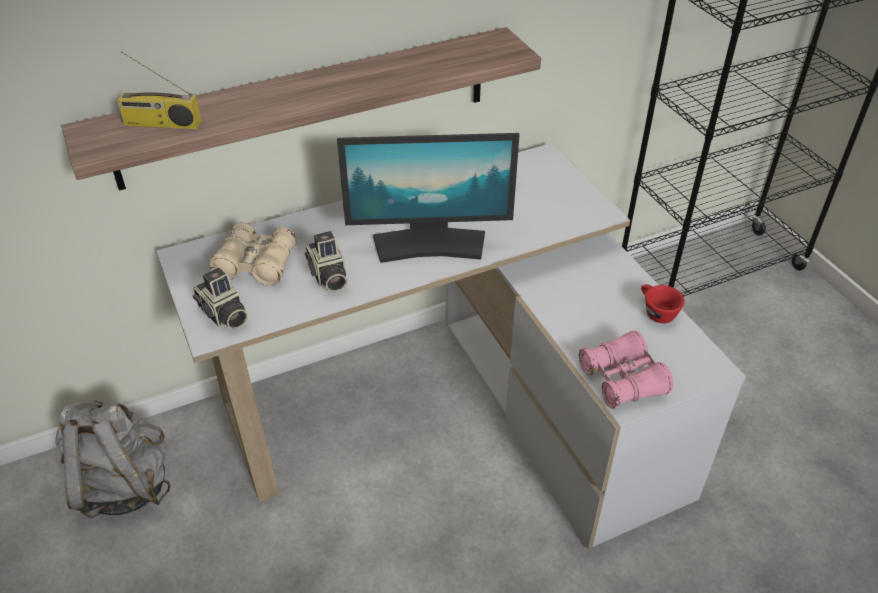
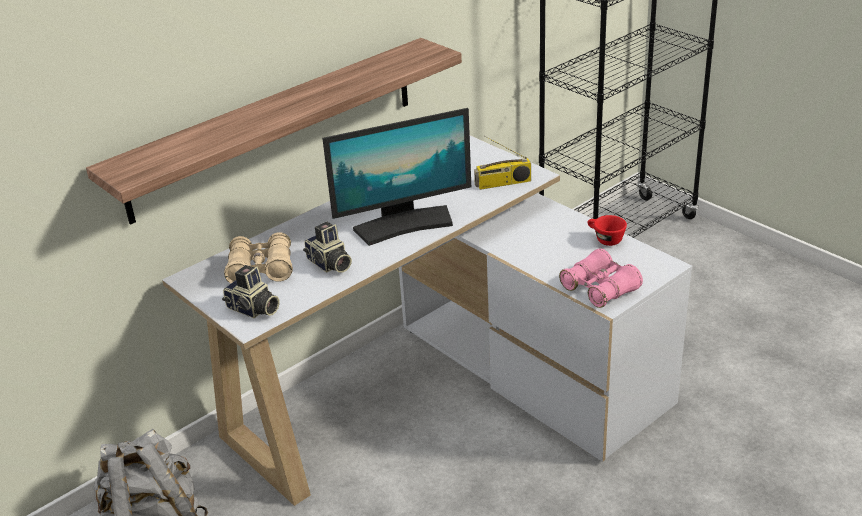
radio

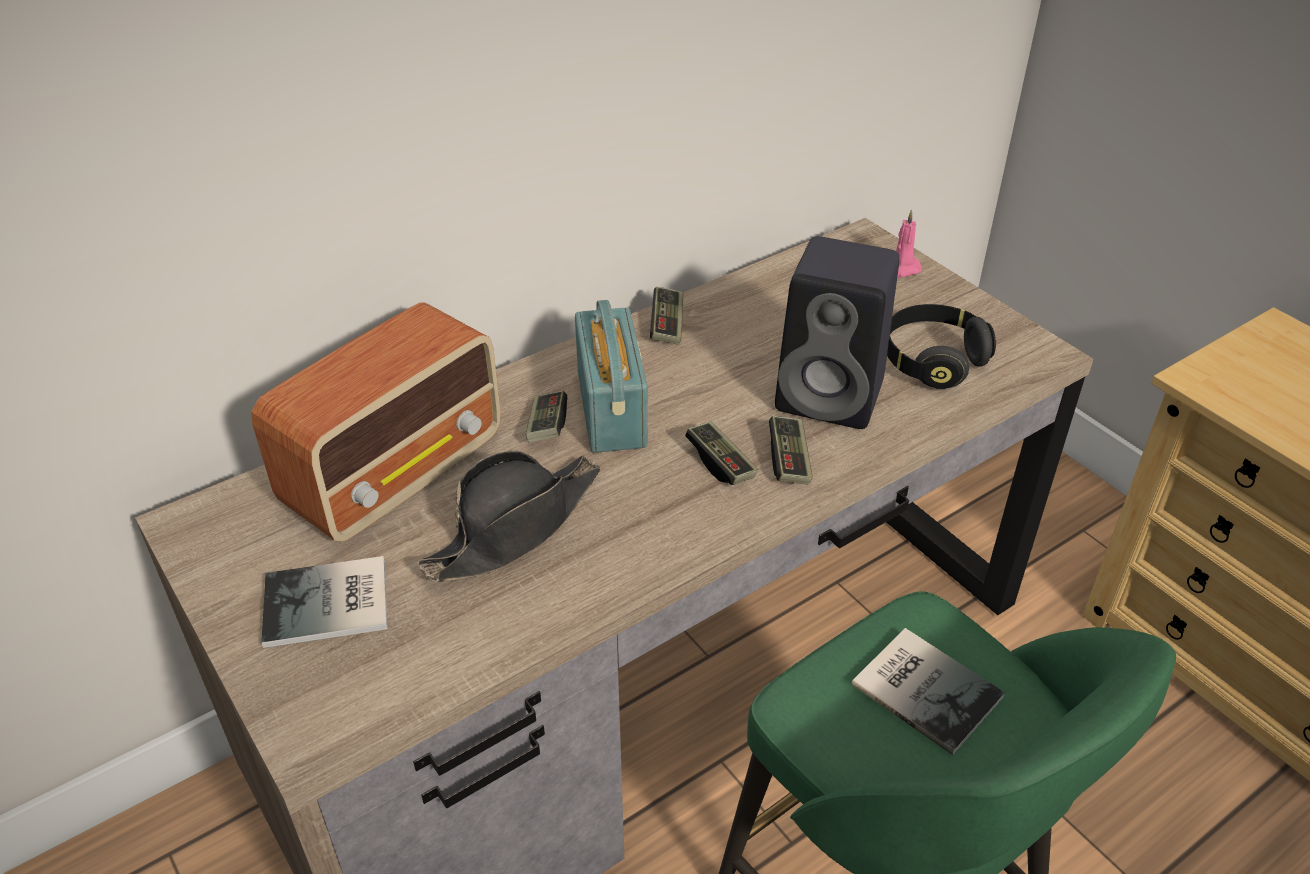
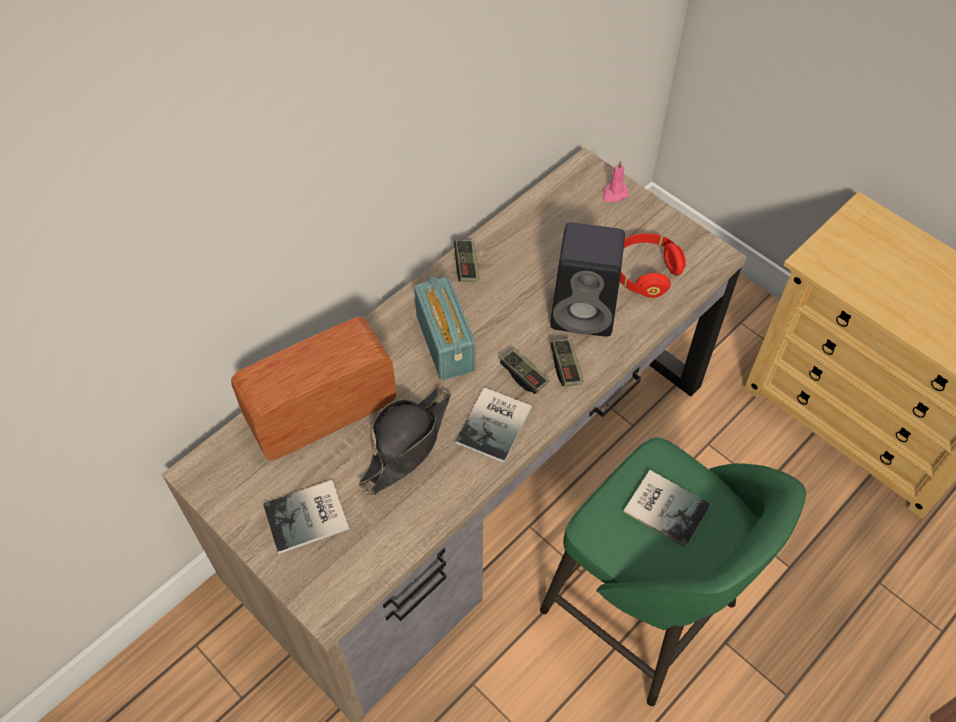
radio (1st from left)
casque audio/rouge
manette (1st from left in the first image)
livre (2nd from left)

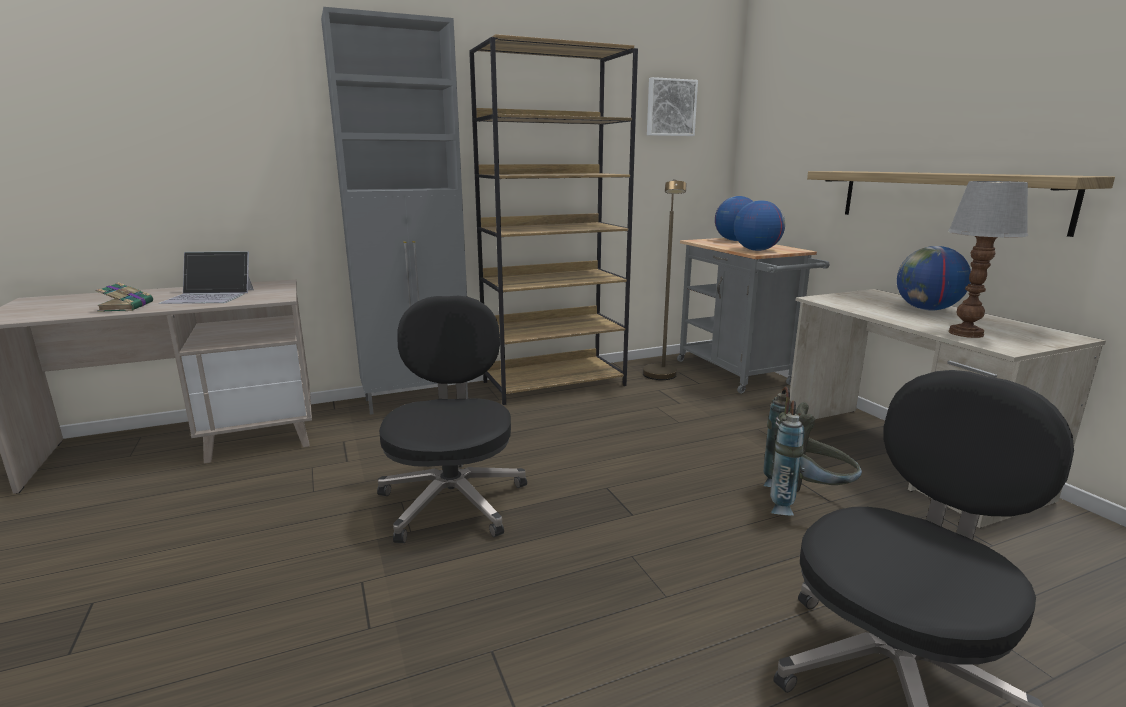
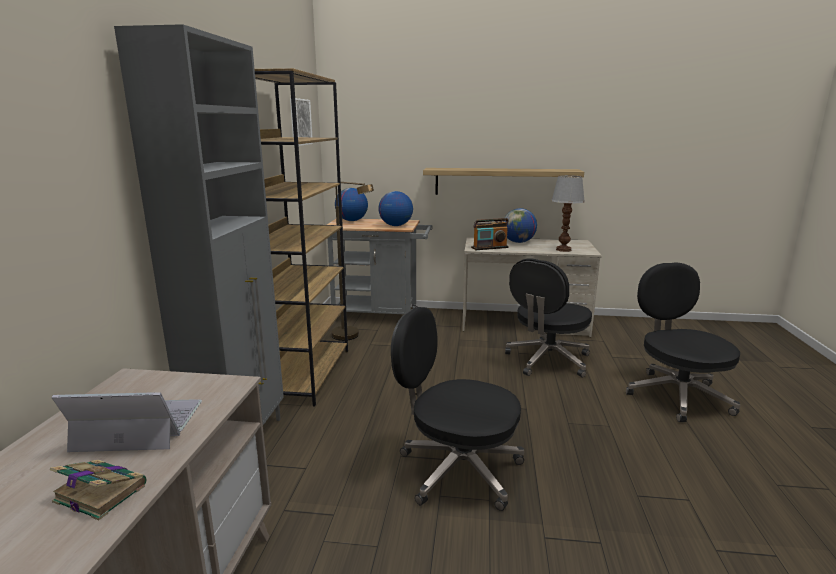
ordinateur portable
chaise de bureau/noir (2nd from left)
radio

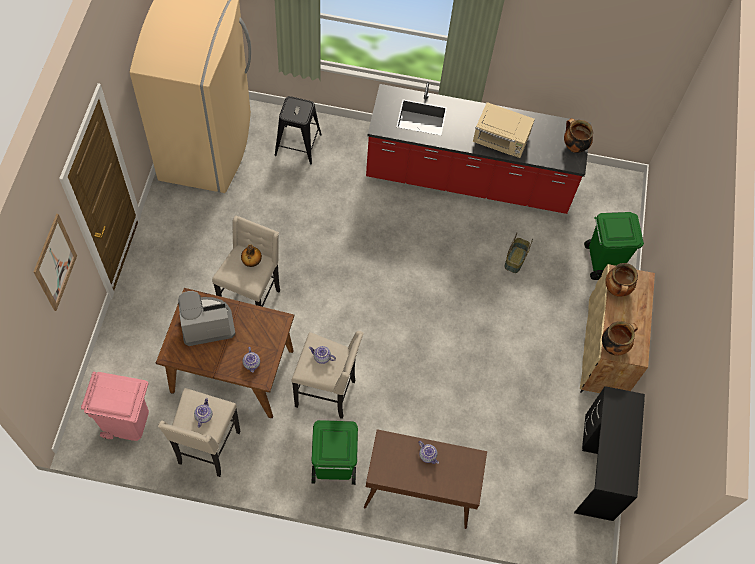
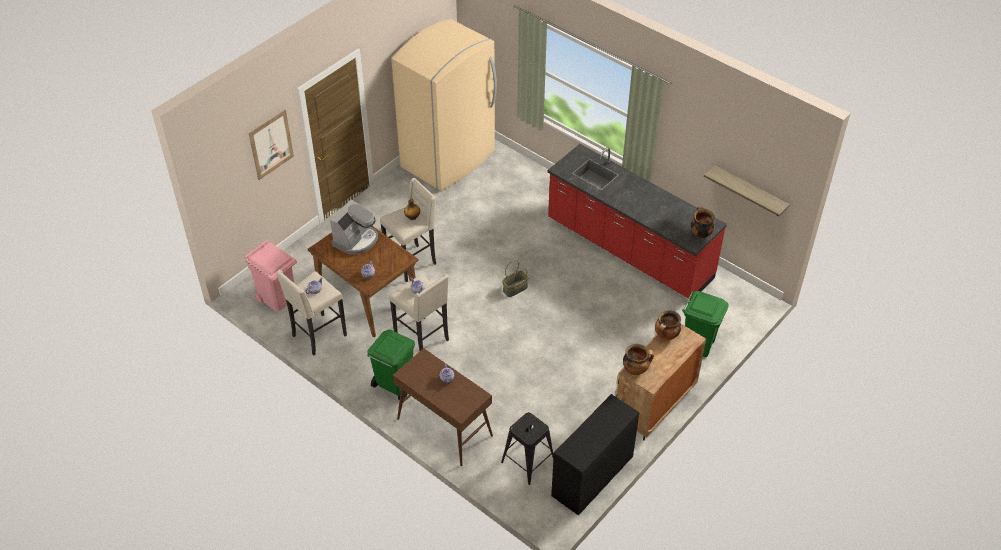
tabouret/noir
micro-ondes/beige
panier
machine à café
étagère

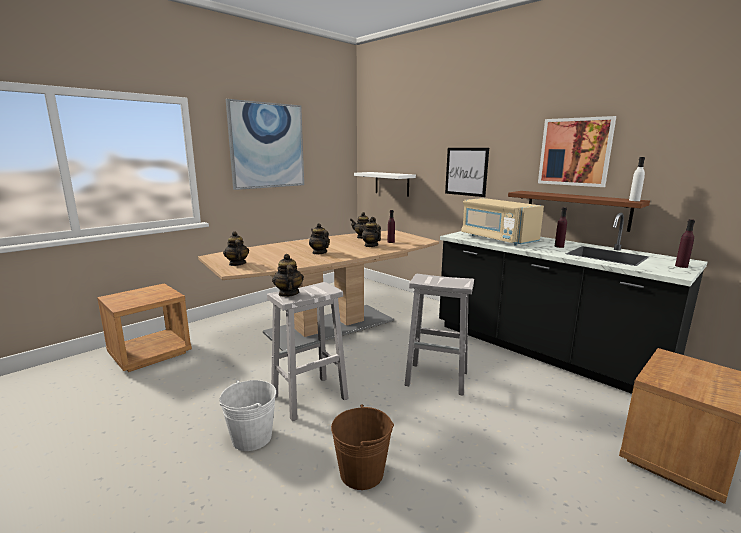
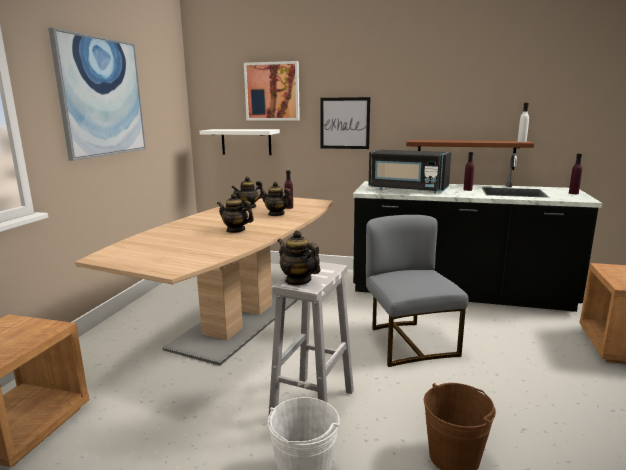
tableau (2nd from left)
micro-ondes/noir
théière (1st from left in the first image)
chaise/gris

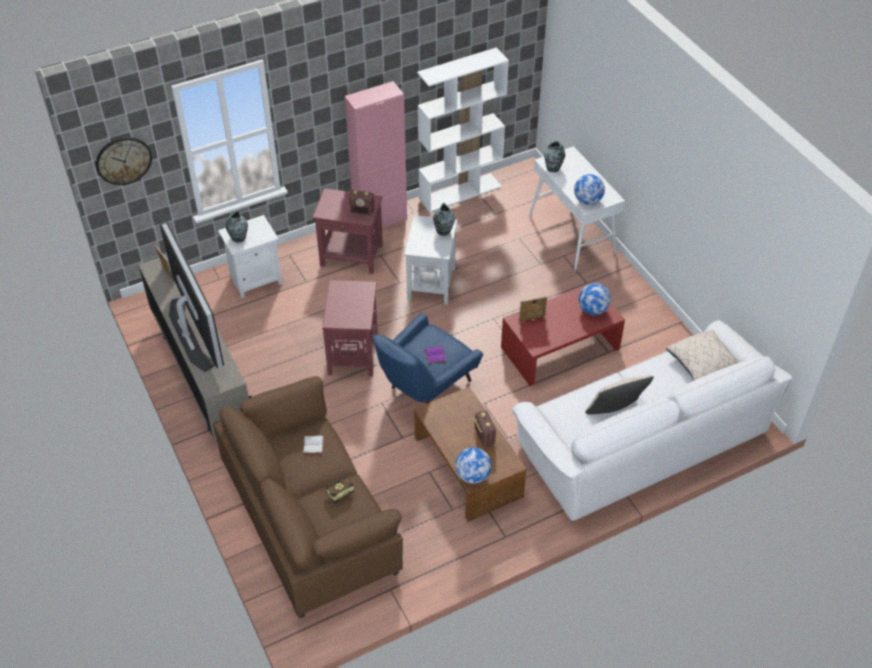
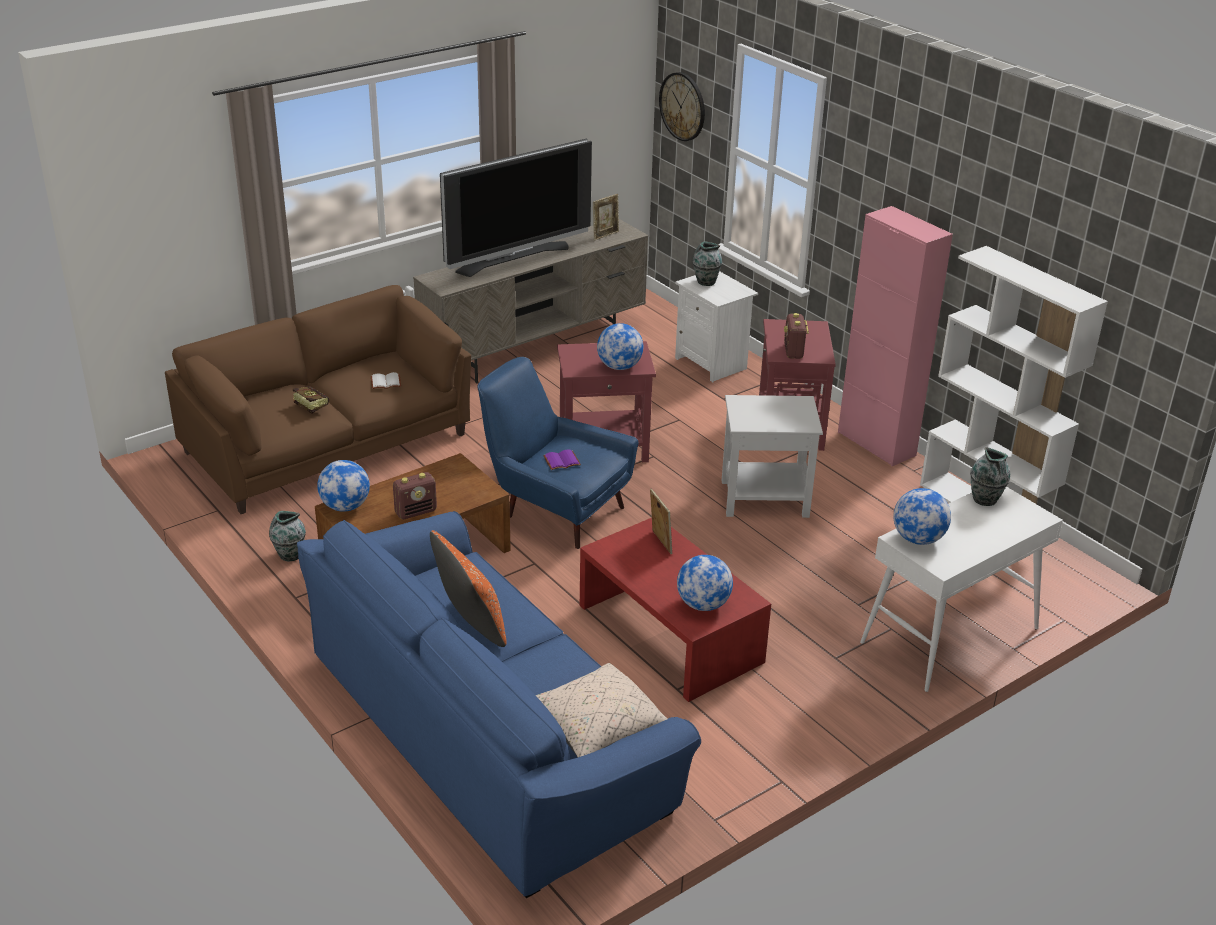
vase (1st from left)
canapé/bleu
coussin/orange
globe (2nd from left)

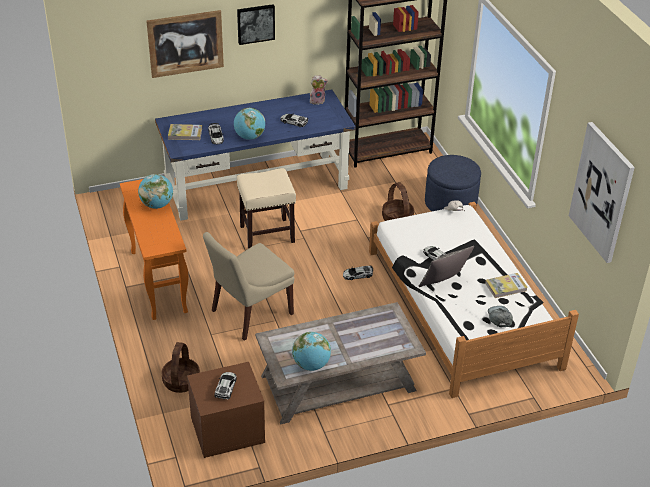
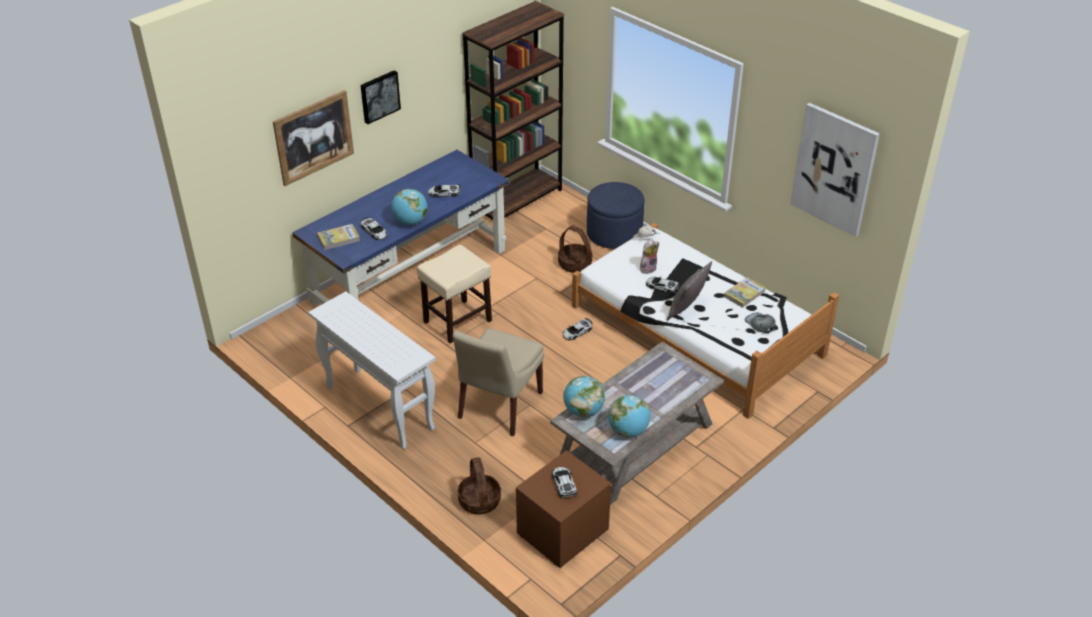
peluche
globe (2nd from left)
table console/blanc

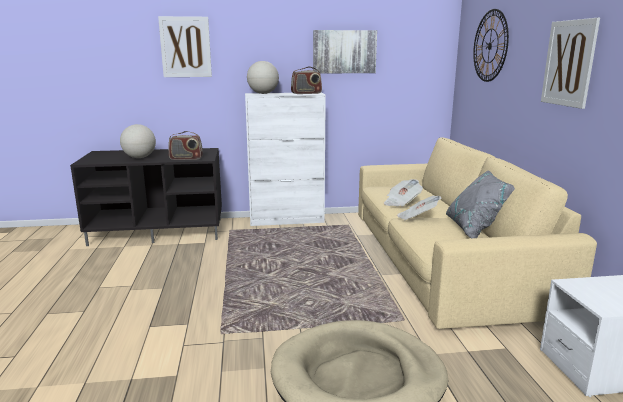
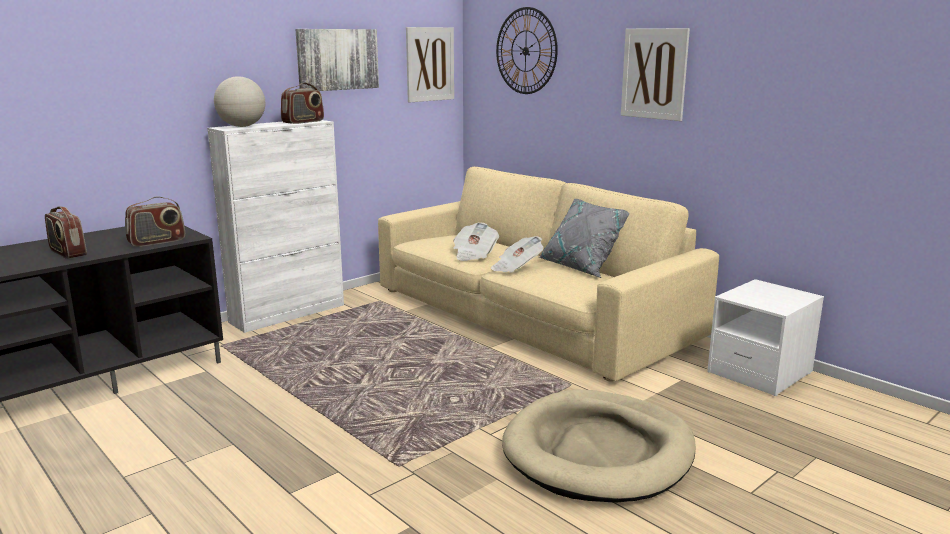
tableau (2nd from left)
radio (1st from left)

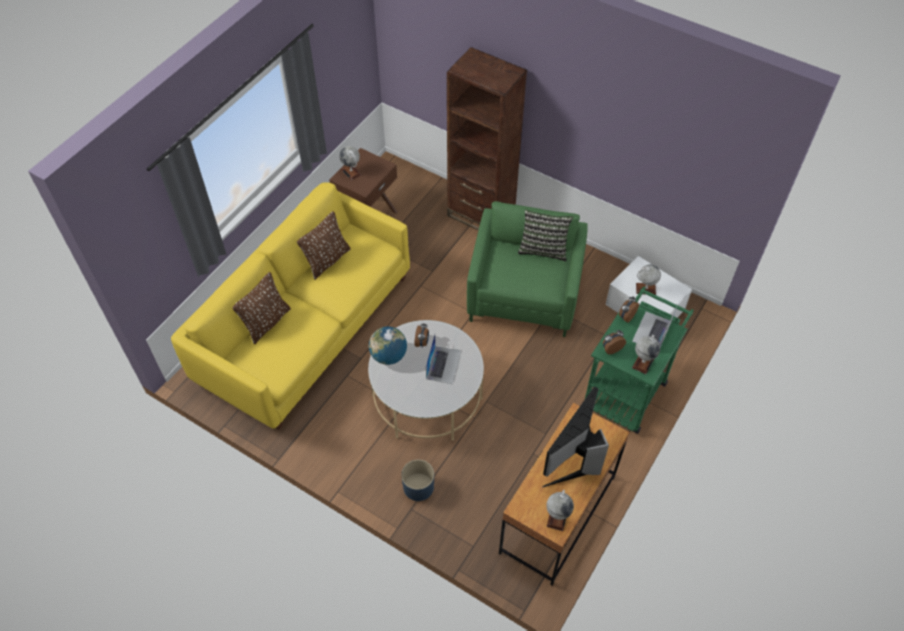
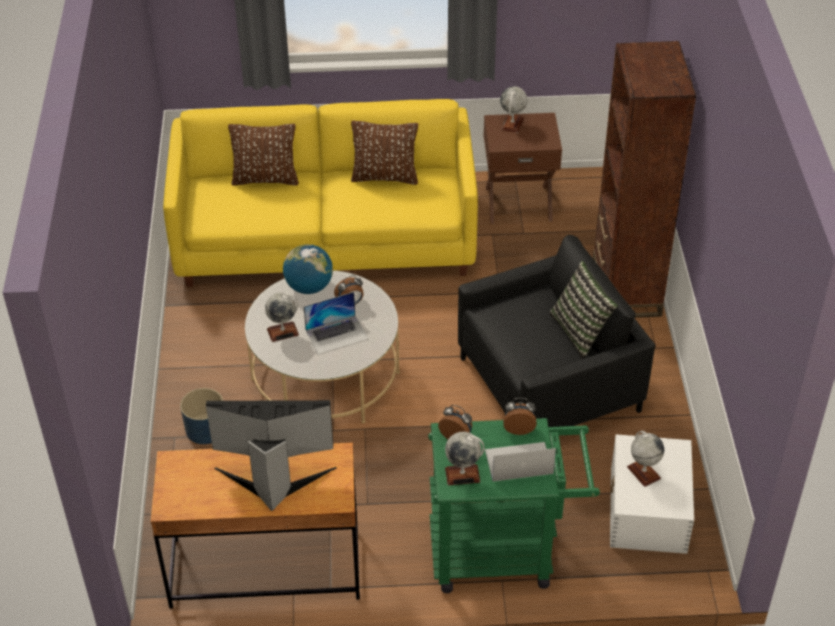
fauteuil/noir
globe (1st from left)

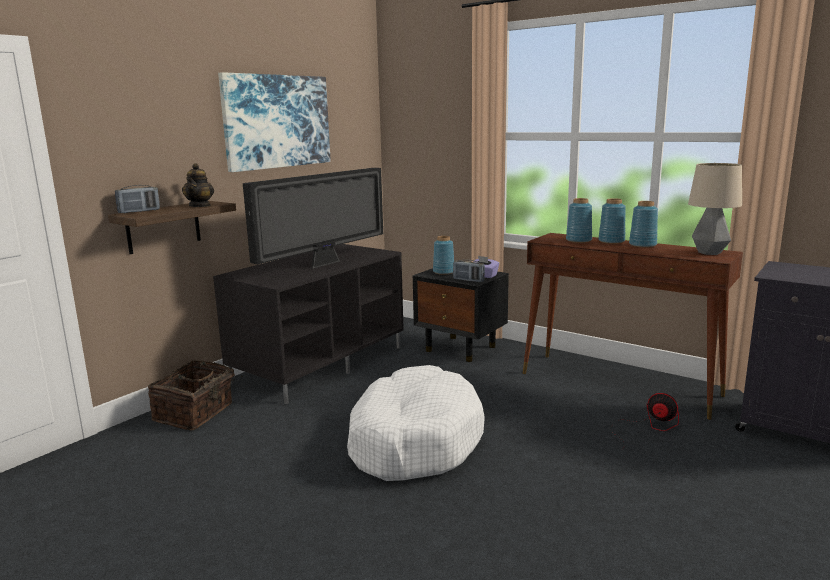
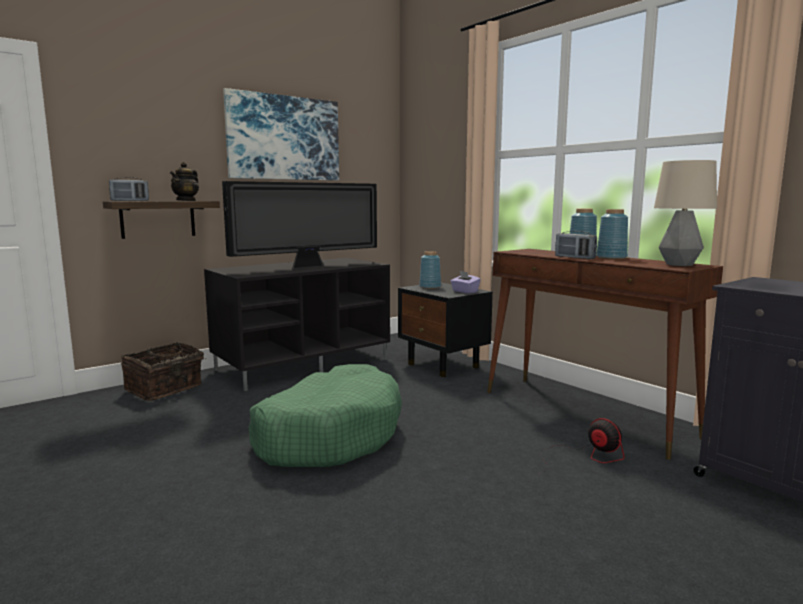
vase/bleu (2nd from left in the first image)
radio (2nd from left)
panier pour chien/vert

